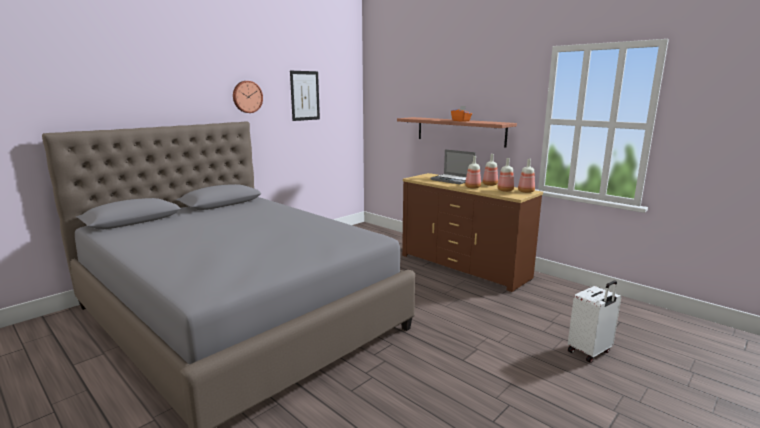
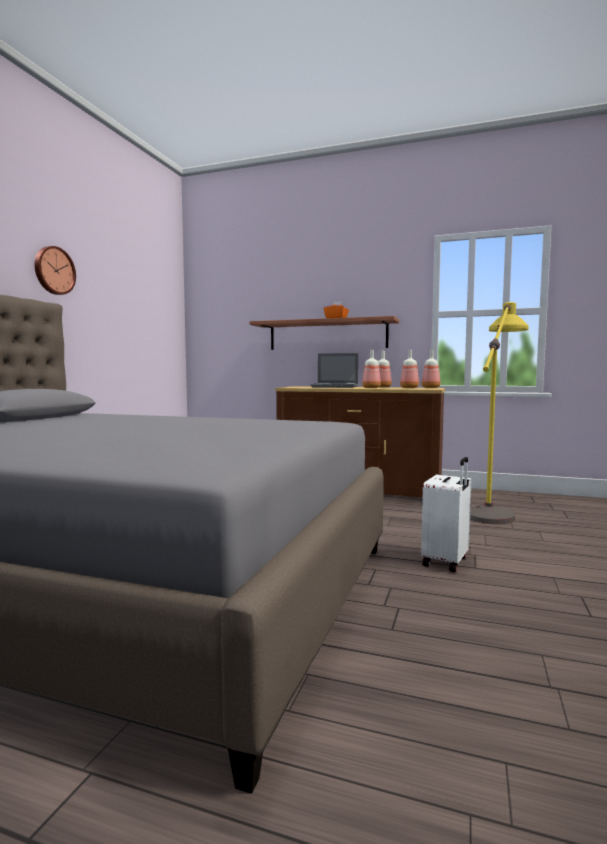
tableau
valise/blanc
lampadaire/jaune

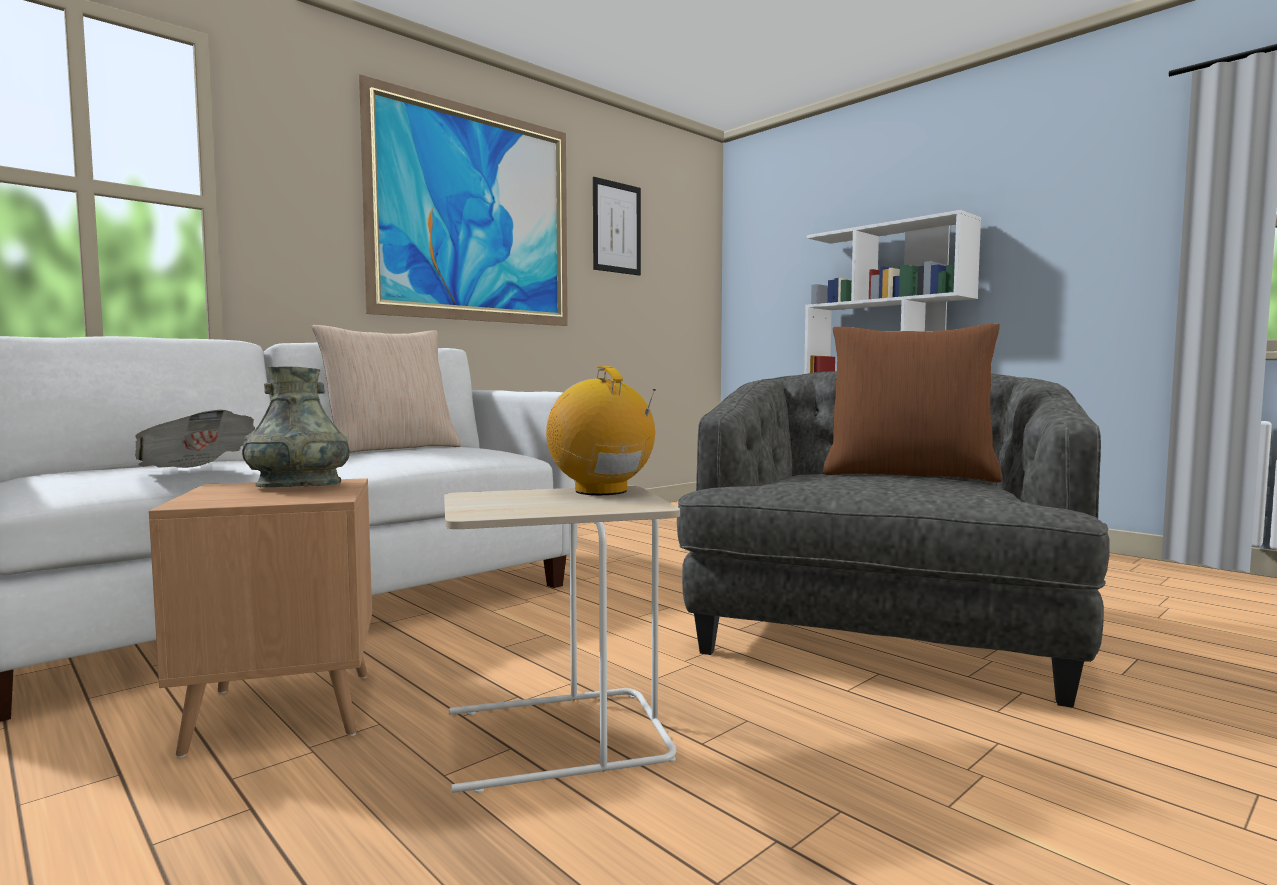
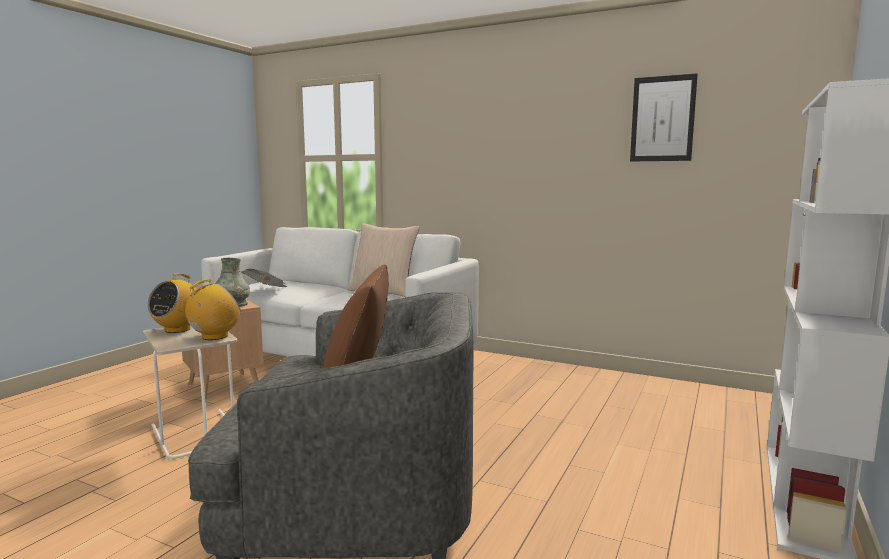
tableau (1st from left in the first image)
radio (1st from left)

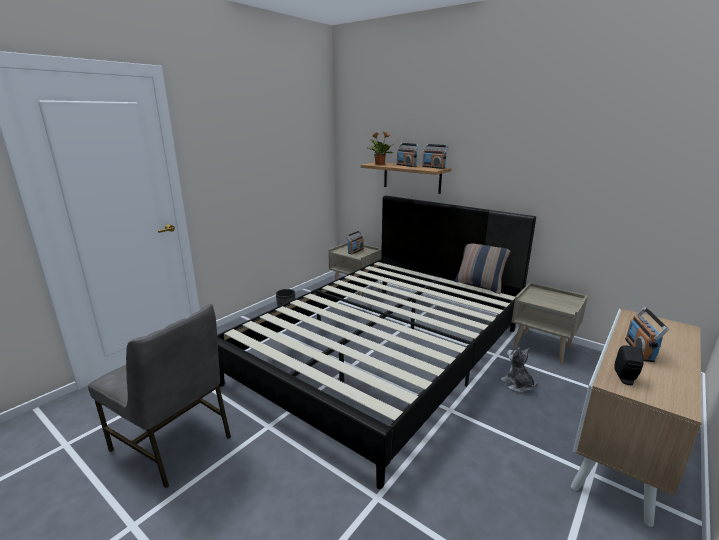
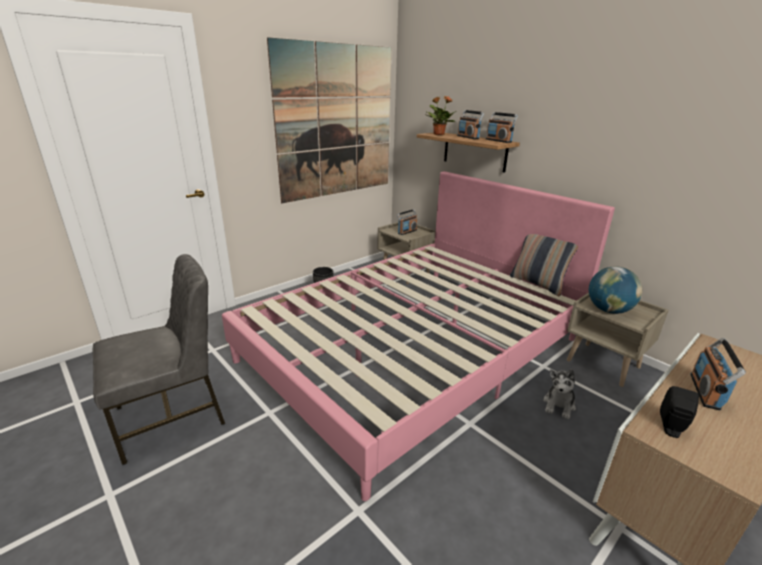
lit/rose
chaise/gris
peluche
tableau
globe

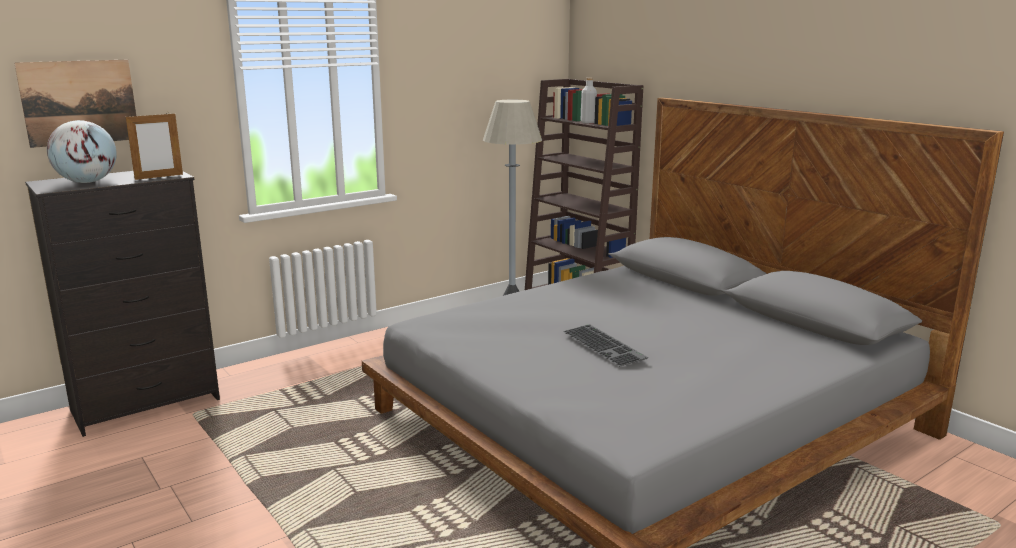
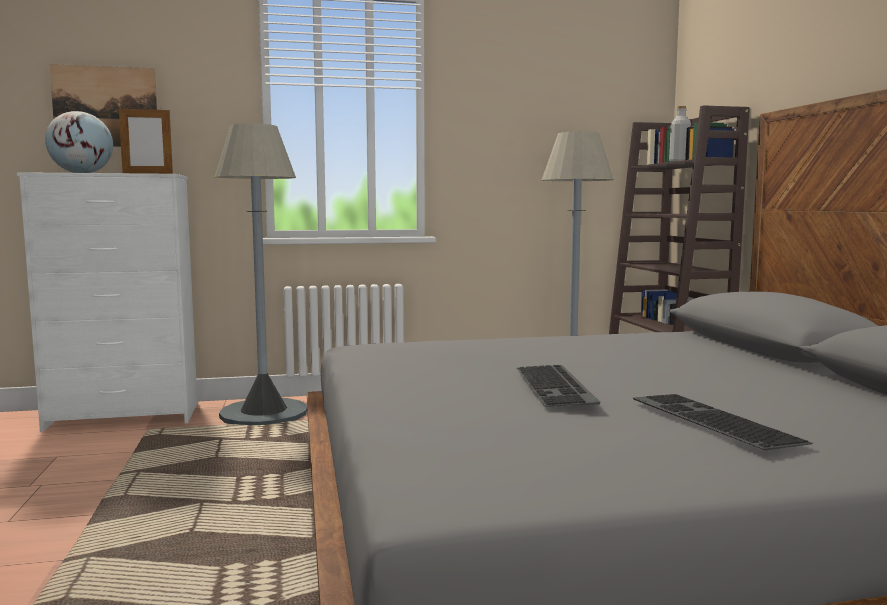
commode/blanc
lampadaire/gris (1st from left)
clavier (2nd from left)

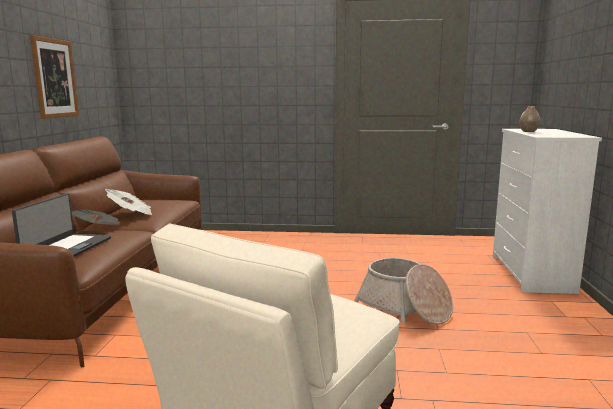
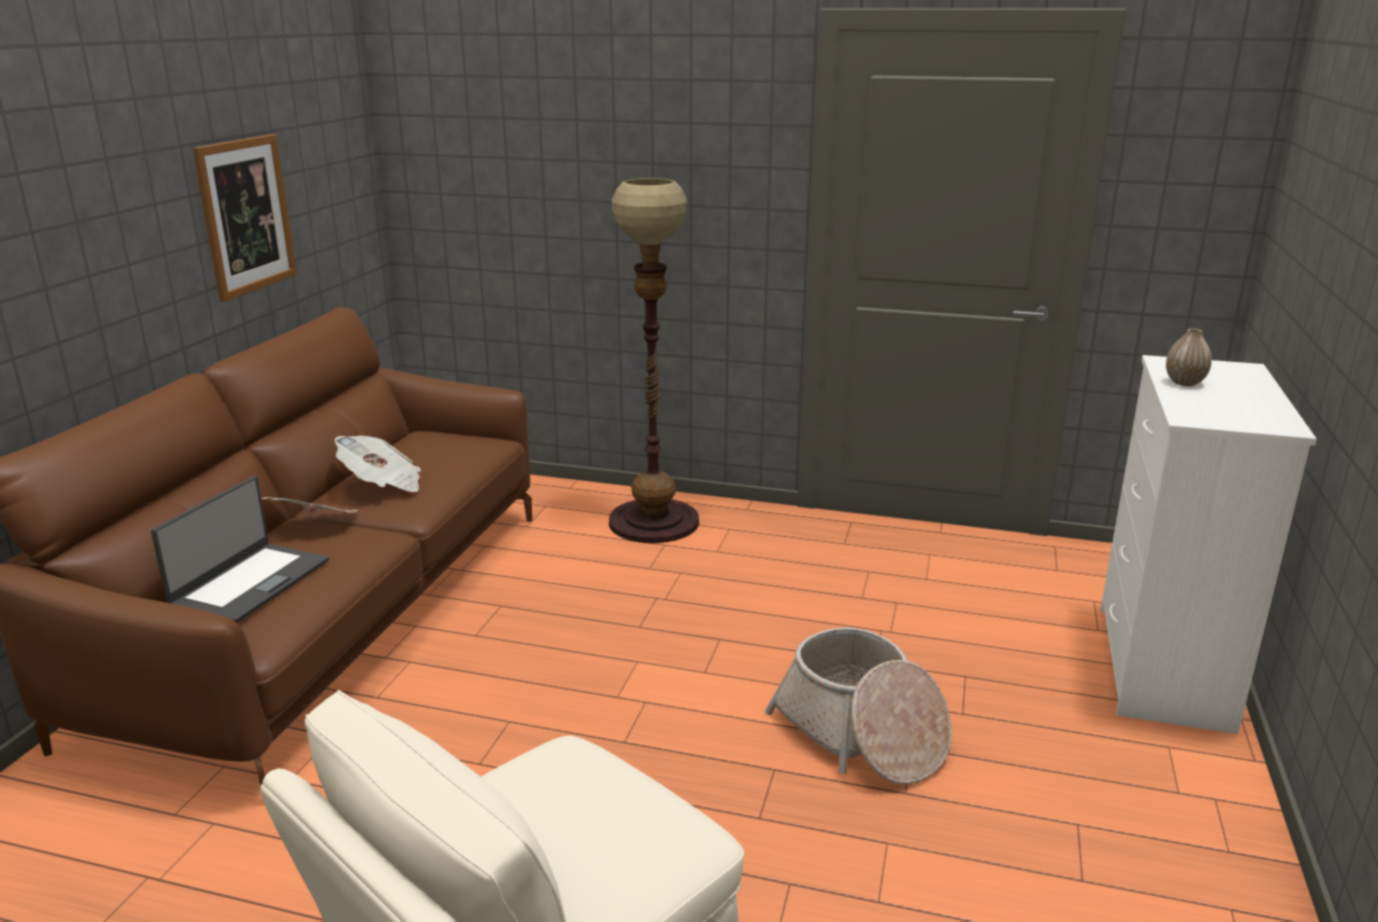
lampadaire

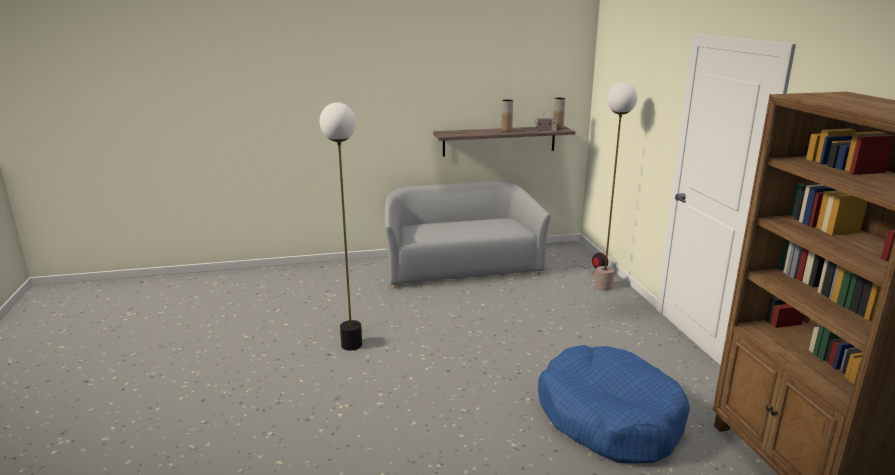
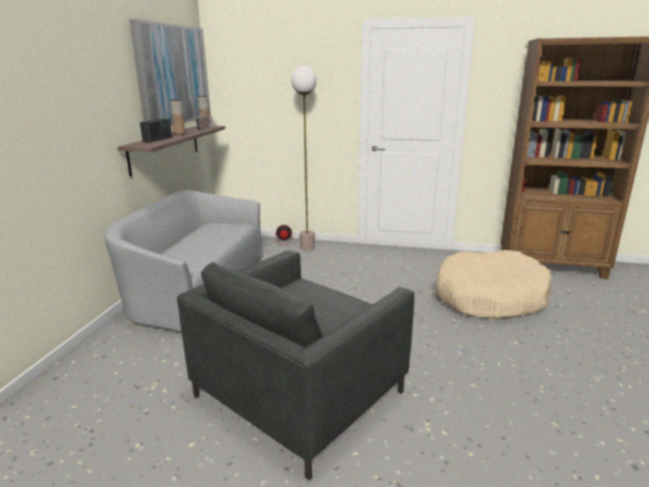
fauteuil/gris
panier pour chien/beige
tableau
radio (1st from left)

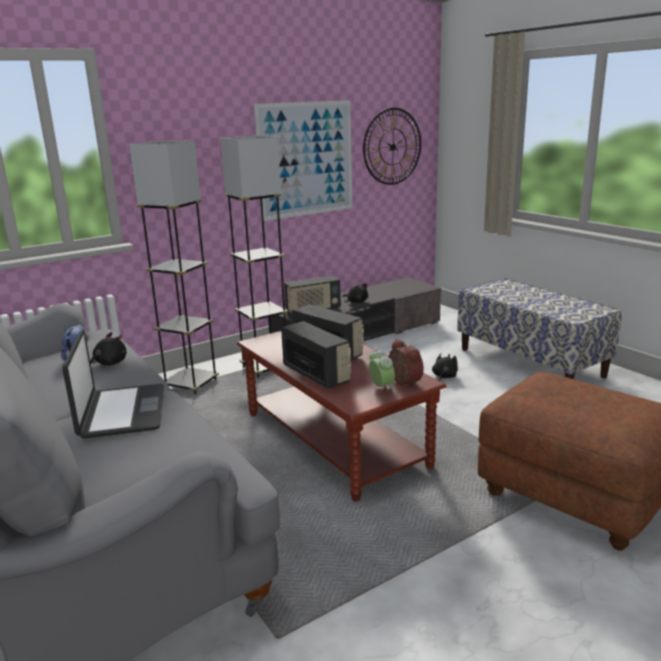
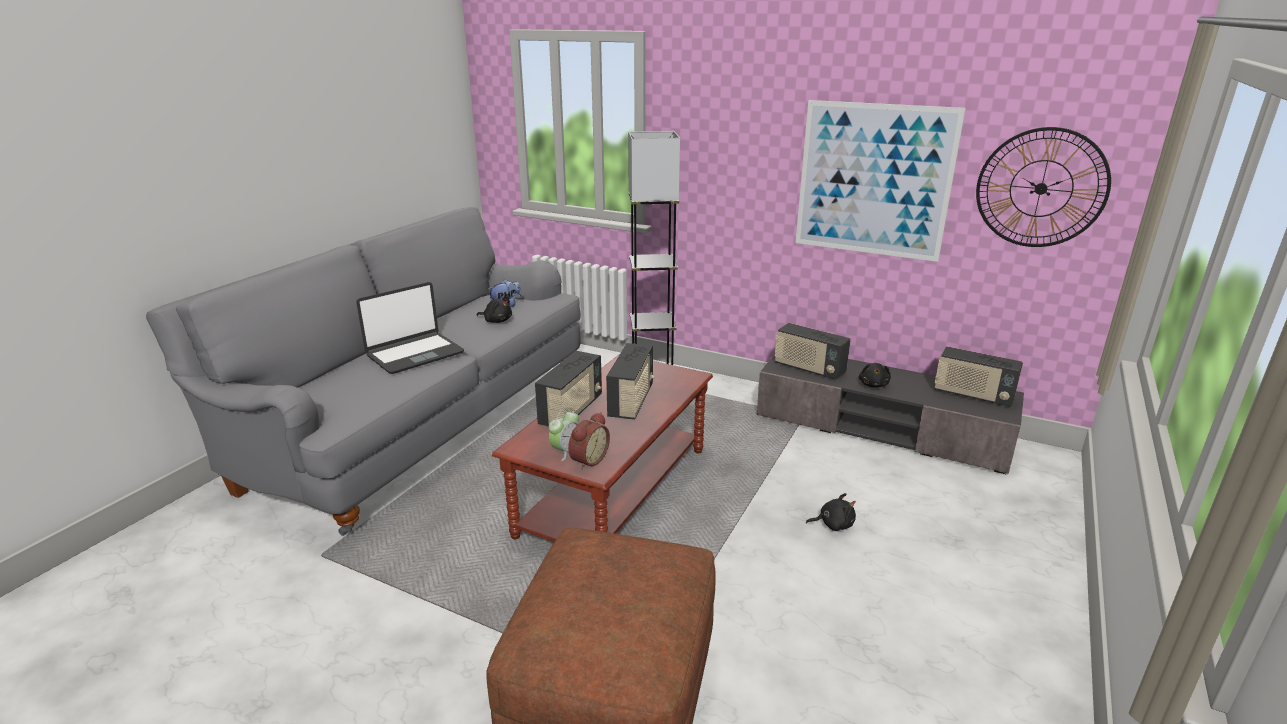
lampadaire/gris (2nd from left in the first image)
banc
radio (4th from left)

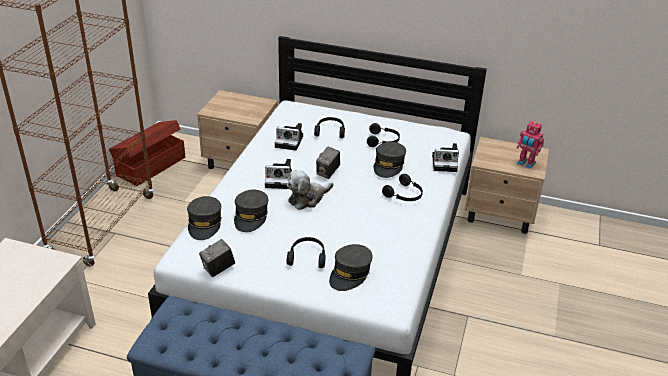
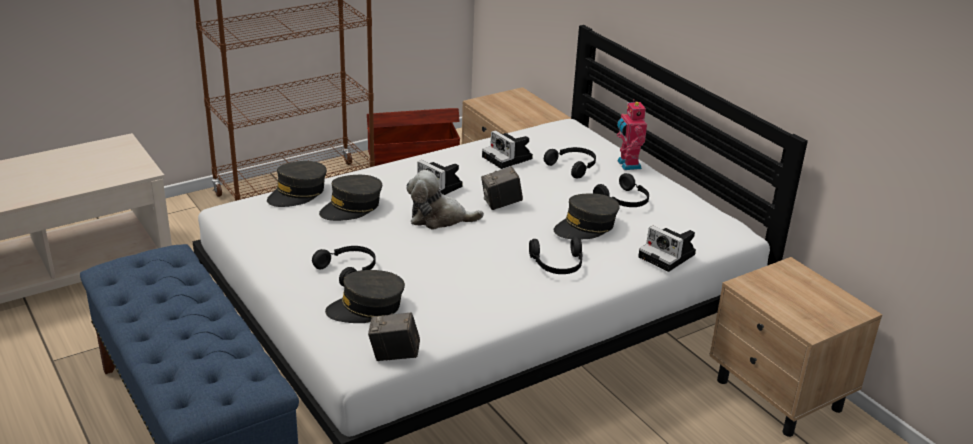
robot jouet
appareil photo (1st from left)

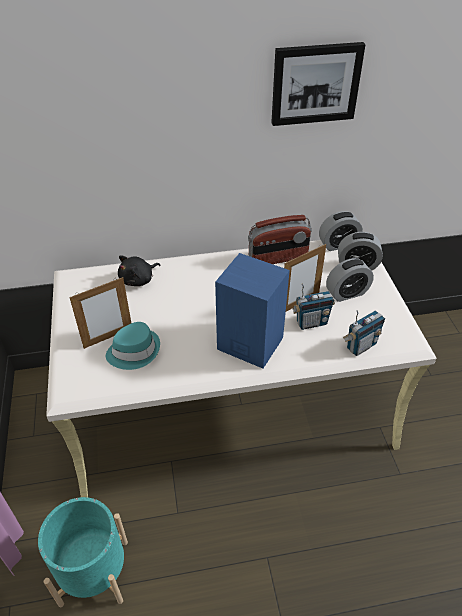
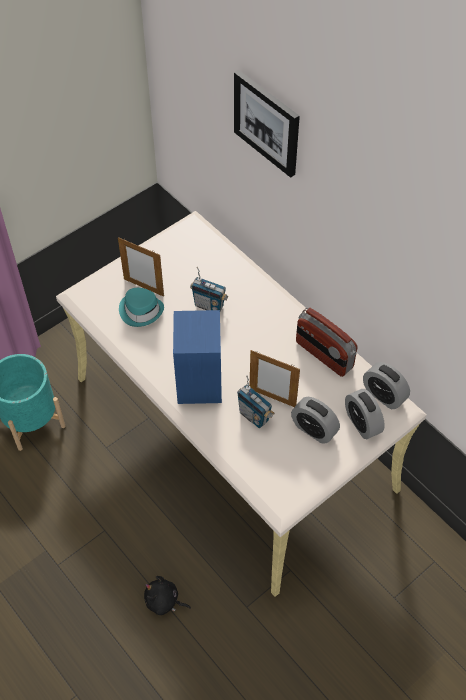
tableau
peluche/noir
radio (1st from left)

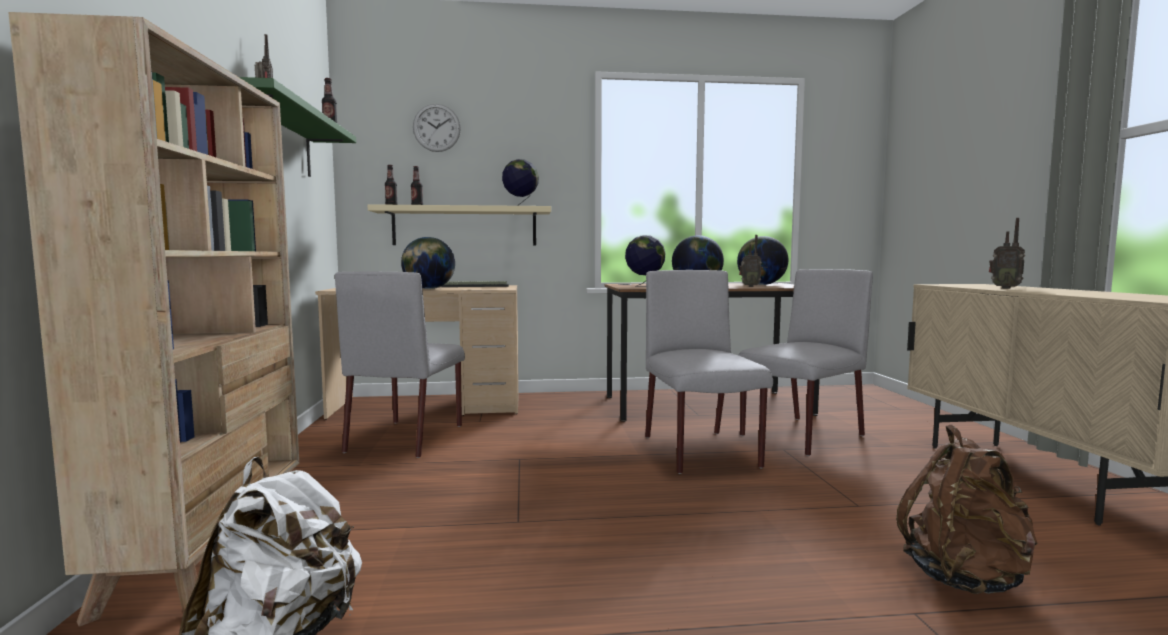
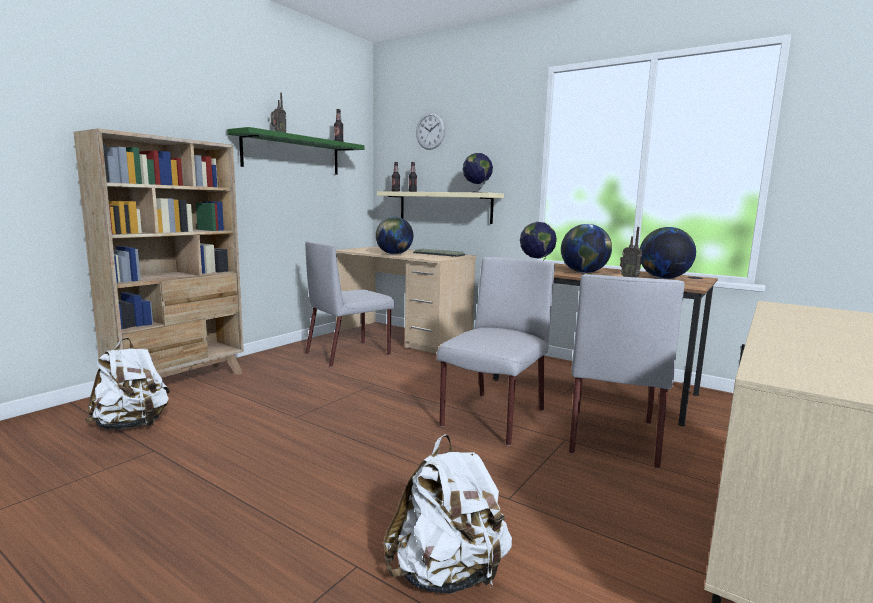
radio (3rd from left in the first image)
chaise/gris (3rd from left)
sac à dos/blanc (2nd from left)

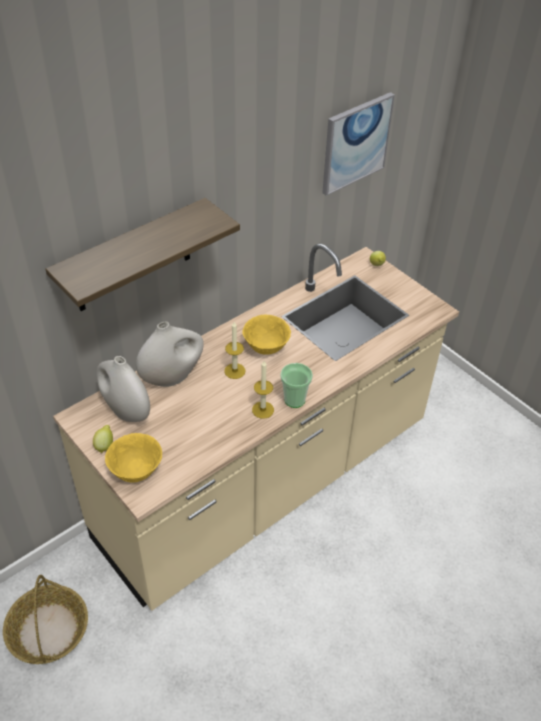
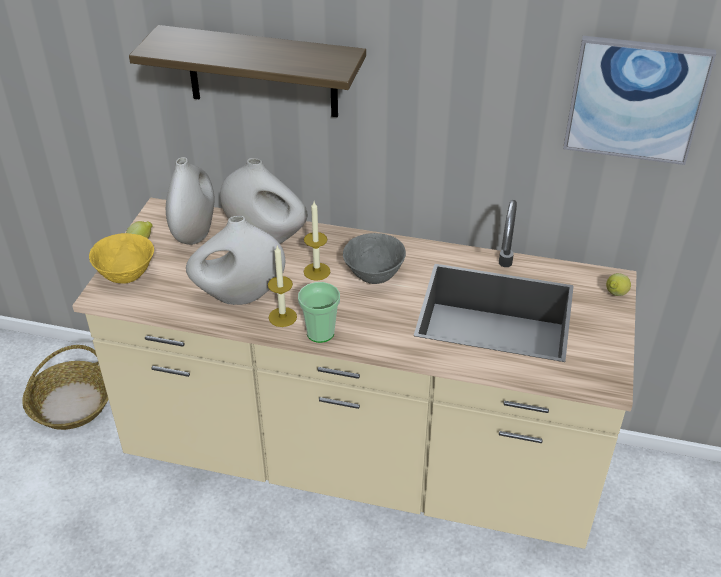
bol/gris
vase/blanc (2nd from left)

